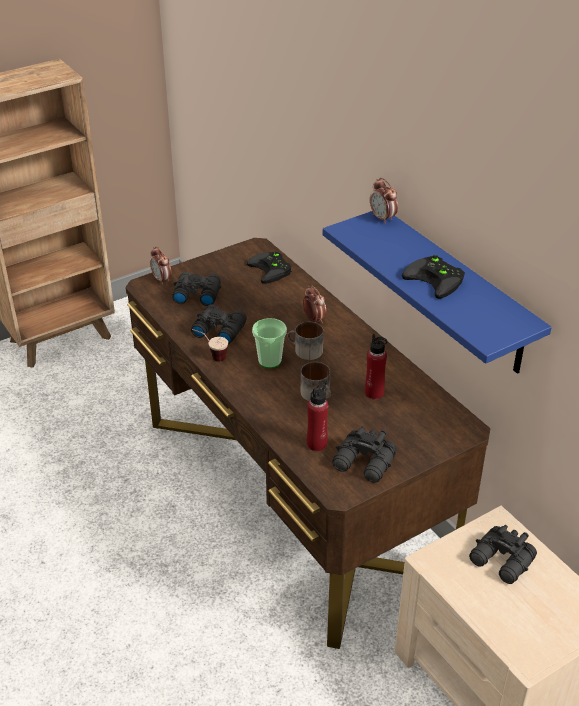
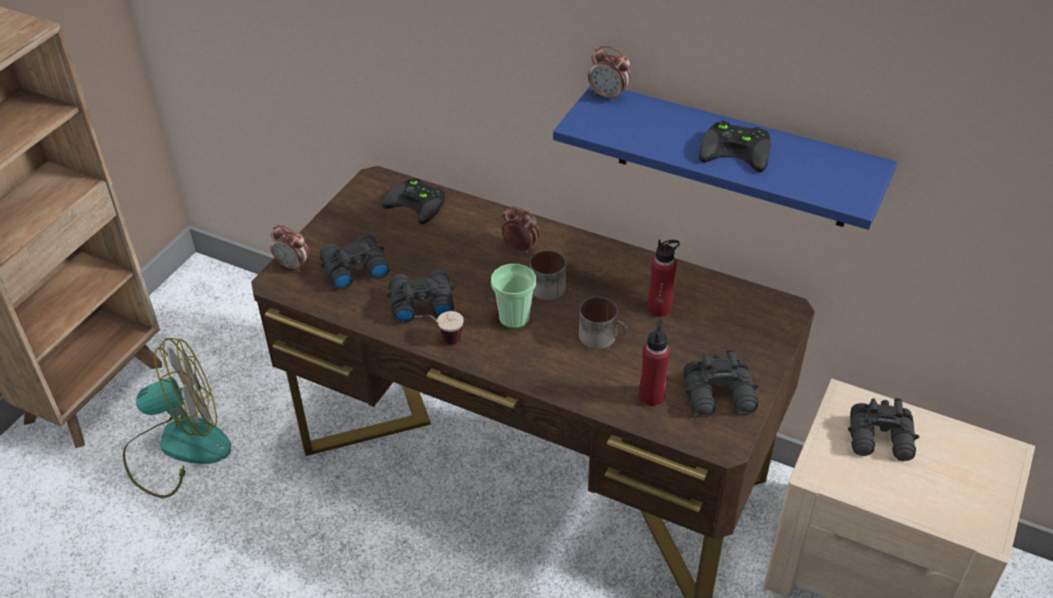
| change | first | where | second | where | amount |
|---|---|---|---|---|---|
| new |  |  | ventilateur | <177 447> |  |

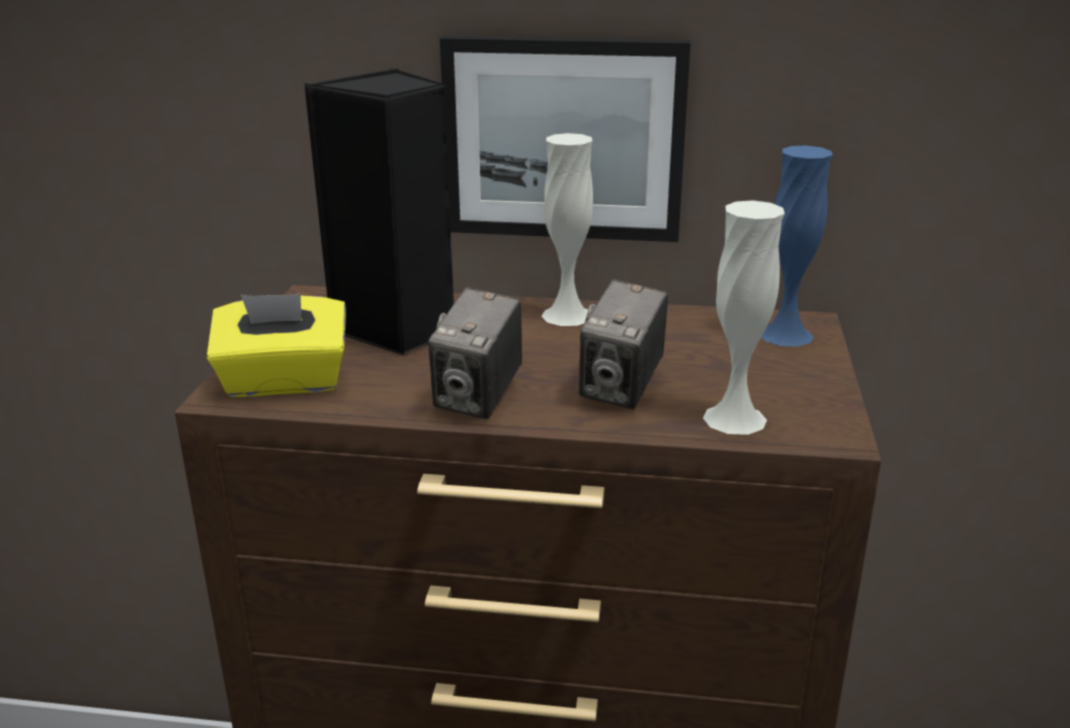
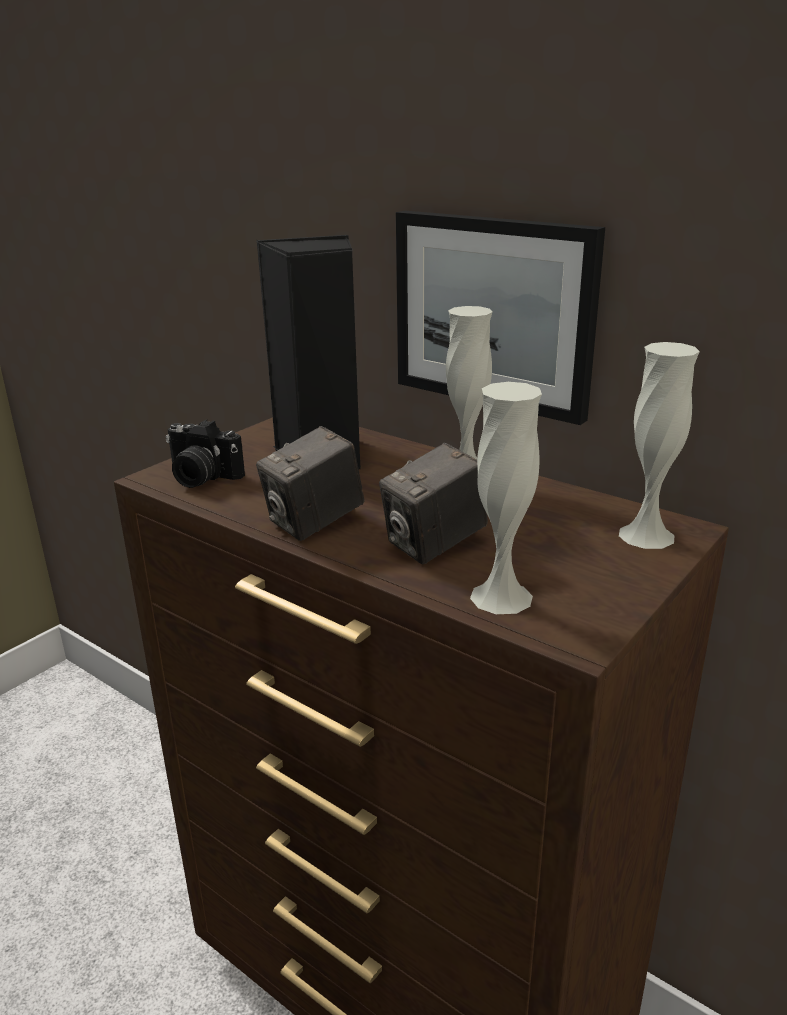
| change | first | where | second | where | amount |
|---|---|---|---|---|---|
| swapped | boîte à mouchoirs [jaune] | <284 382> | appareil photo | <200 477> |  |
| repainted | vase [bleu] | <785 335> | vase [blanc] | <646 535> |  |

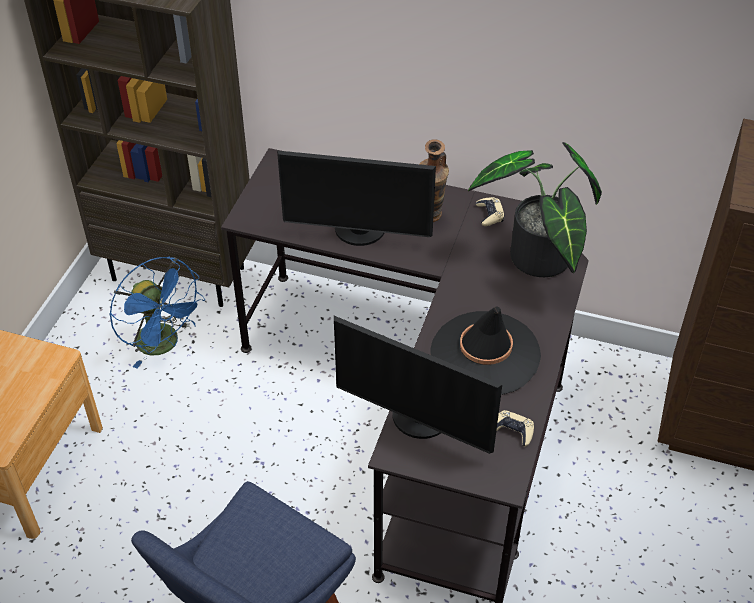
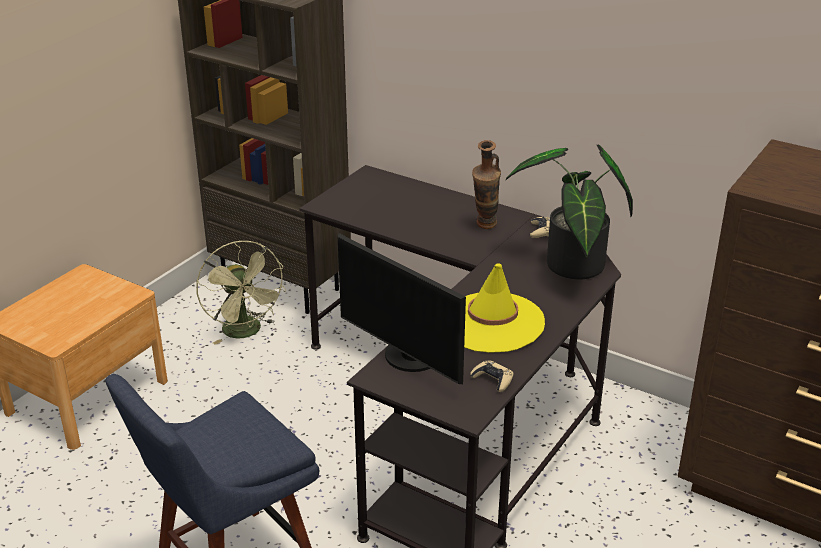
| change | first | where | second | where | amount |
|---|---|---|---|---|---|
| repainted | ventilateur [bleu] | <164 345> | ventilateur [vert] | <246 332> |  |
| repainted | chapeau [noir] | <485 354> | chapeau [jaune] | <492 323> |  |
| gone | écran d'ordinateur | <359 232> |  |  |  |

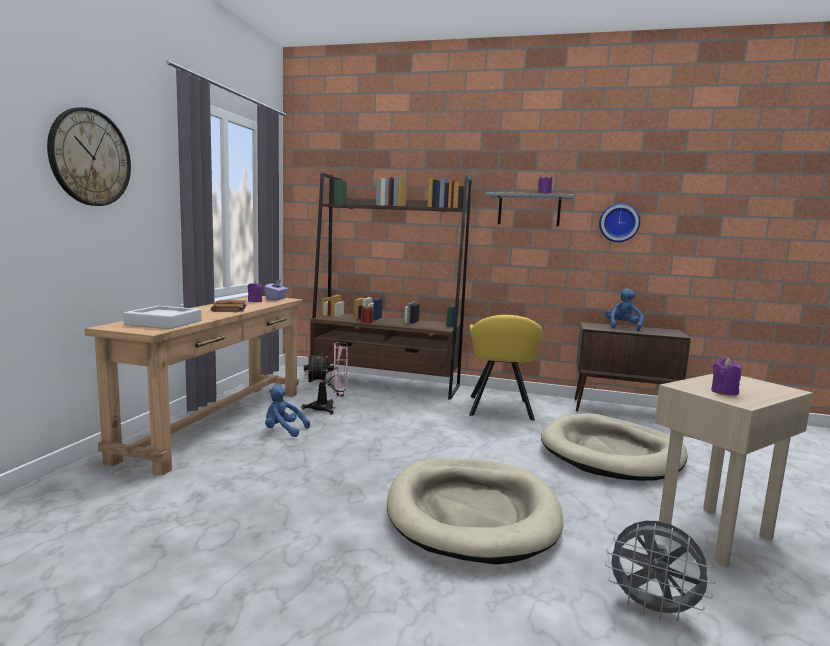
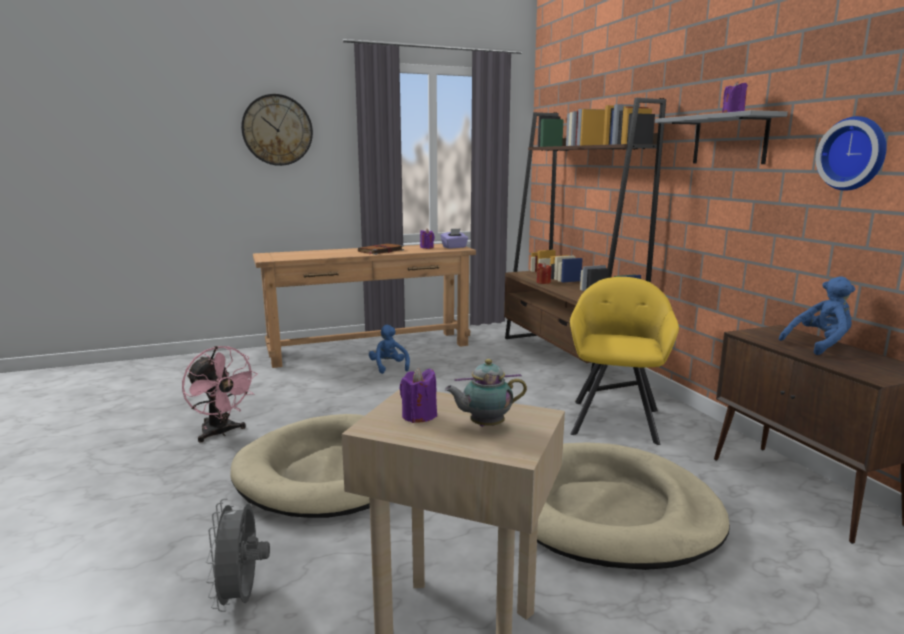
| change | first | where | second | where | amount |
|---|---|---|---|---|---|
| shifted | ventilateur [rose] | <328 408> |  | <221 433> |  |
| new |  |  | théière | <484 425> |  |
| rotated | fauteuil [jaune] | <499 409> |  | <616 419> | 135 degrees clockwise |
| gone | plateau [gris] | <164 323> |  |  |  |

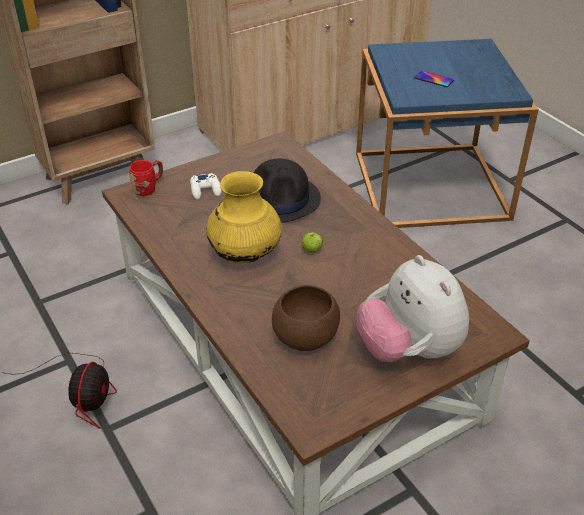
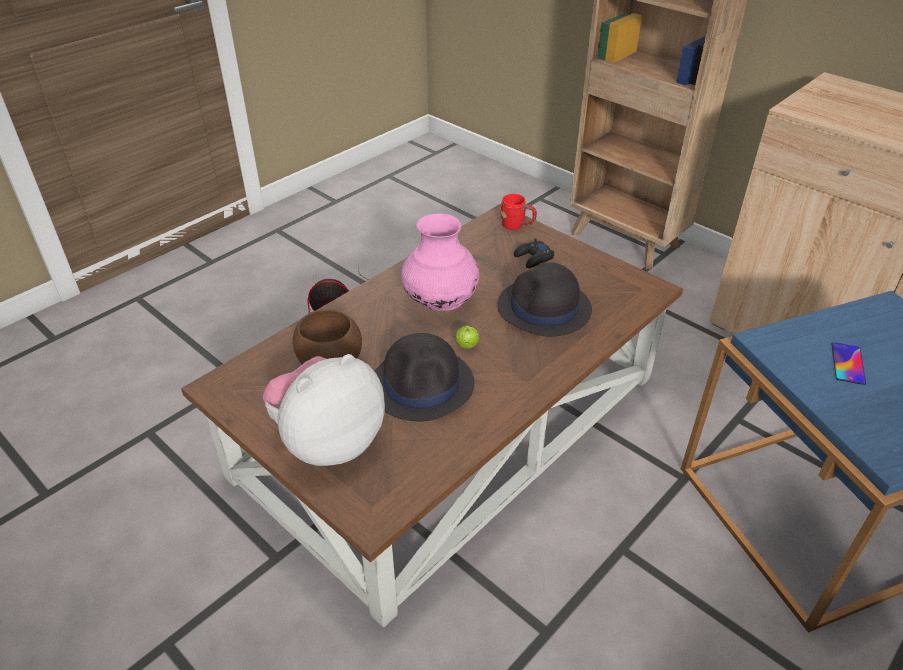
| change | first | where | second | where | amount |
|---|---|---|---|---|---|
| new |  |  | chapeau [noir] | <422 385> |  |
| repainted | vase [jaune] | <245 255> | vase [rose] | <440 303> |  |
| repainted | manette [blanc] | <206 190> | manette [noir] | <533 258> |  |

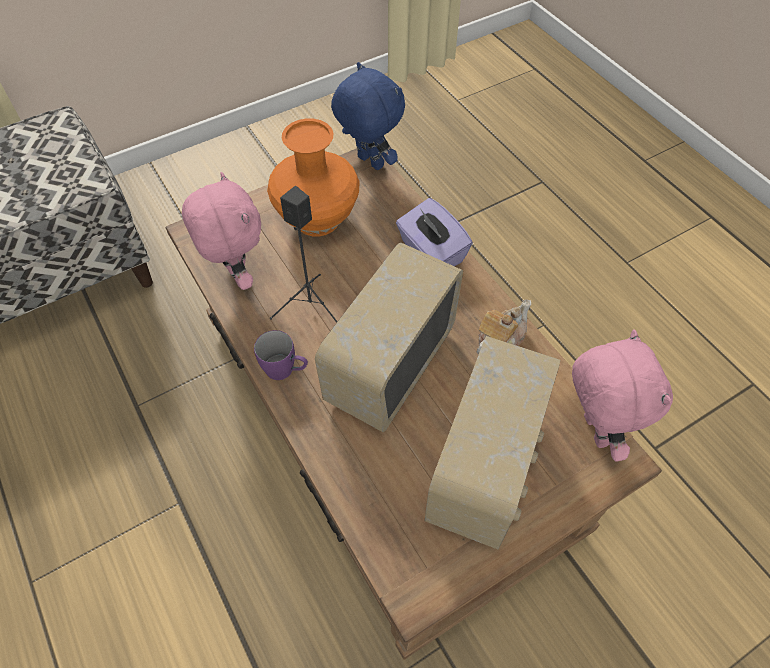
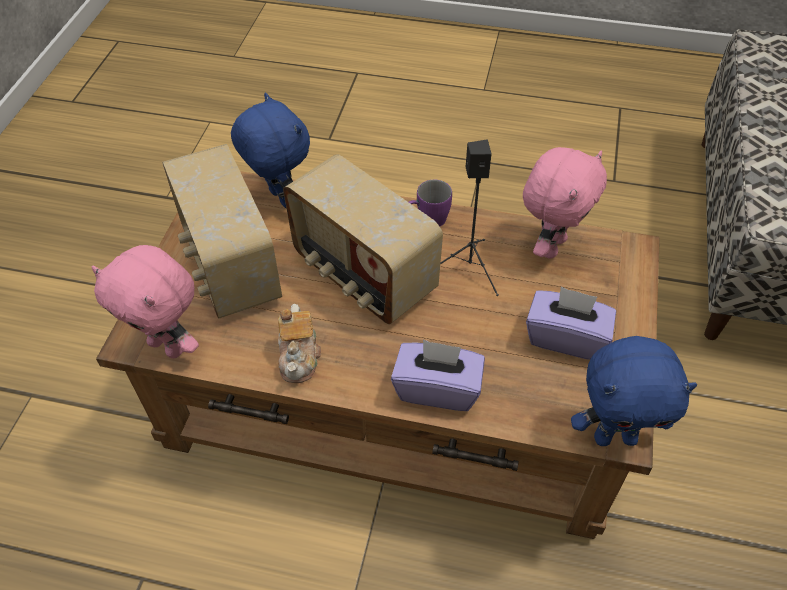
| change | first | where | second | where | amount |
|---|---|---|---|---|---|
| new |  |  | peluche [bleu] | <279 198> |  |
| rotated | radio | <389 365> |  | <363 275> | 150 degrees clockwise |
| rotated | peluche [rose] | <236 276> |  | <551 246> | 75 degrees counterclockwise |
| swapped | vase [orange] | <318 220> | boîte à mouchoirs [violet] | <566 337> |  |

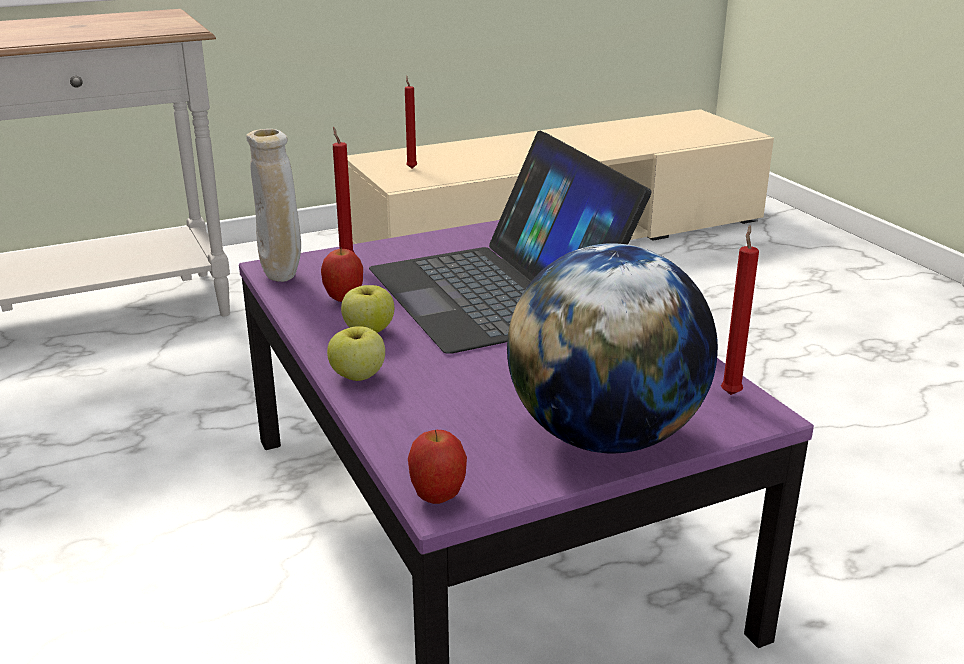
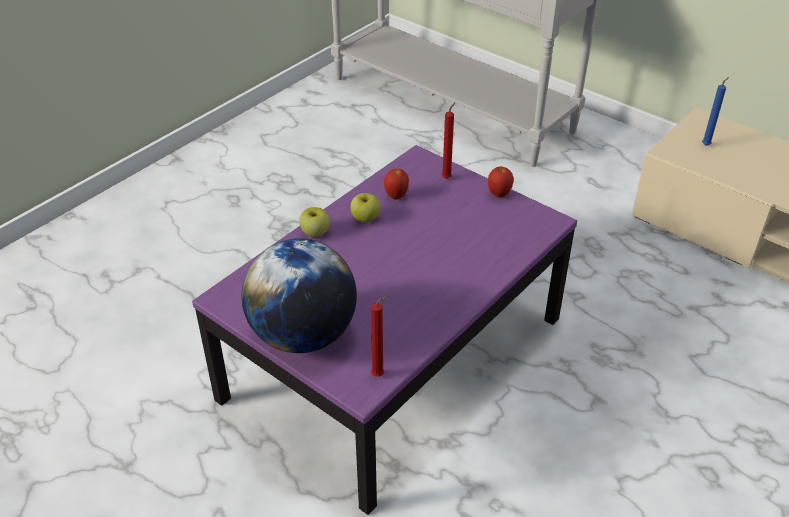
| change | first | where | second | where | amount |
|---|---|---|---|---|---|
| shifted | pomme | <438 498> |  | <499 194> |  |
| repainted | bougie [rouge] | <411 168> | bougie [bleu] | <706 145> |  |
| gone | vase [beige] | <282 277> |  |  |  |
| gone | ordinateur portable | <498 291> |  |  |  |

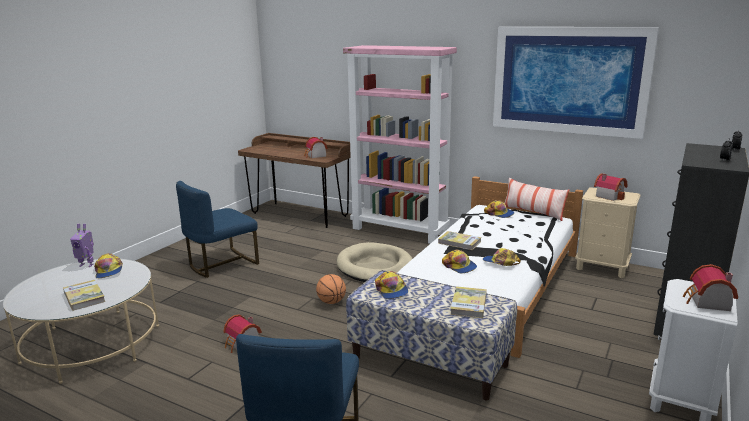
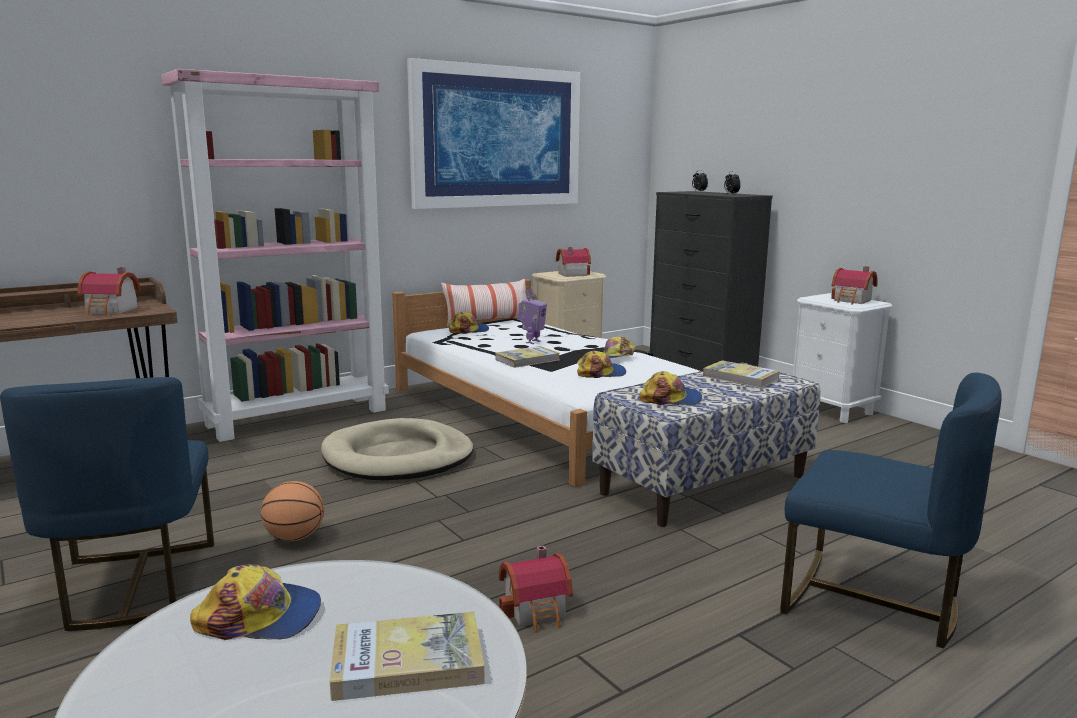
| change | first | where | second | where | amount |
|---|---|---|---|---|---|
| shifted | ballon de basket | <331 302> |  | <294 538> |  |
| shifted | robot jouet | <87 265> |  | <532 342> |  |

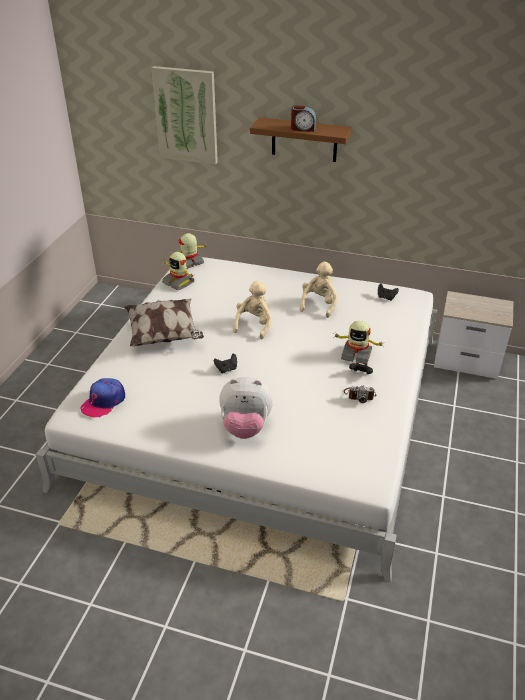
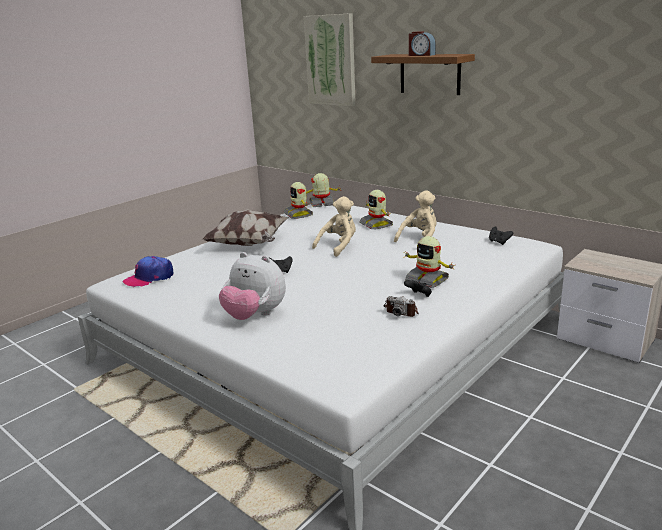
| change | first | where | second | where | amount |
|---|---|---|---|---|---|
| new |  |  | robot jouet | <376 224> |  |

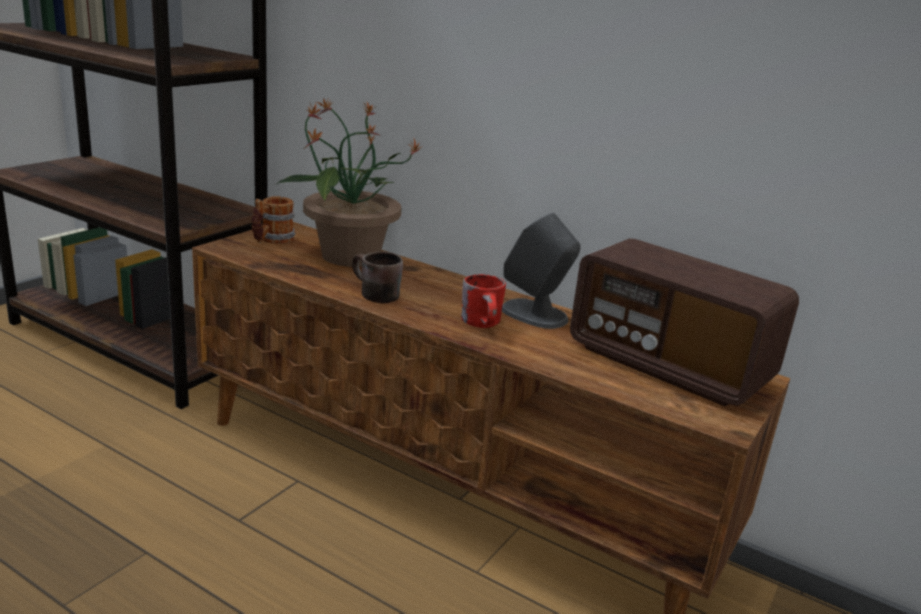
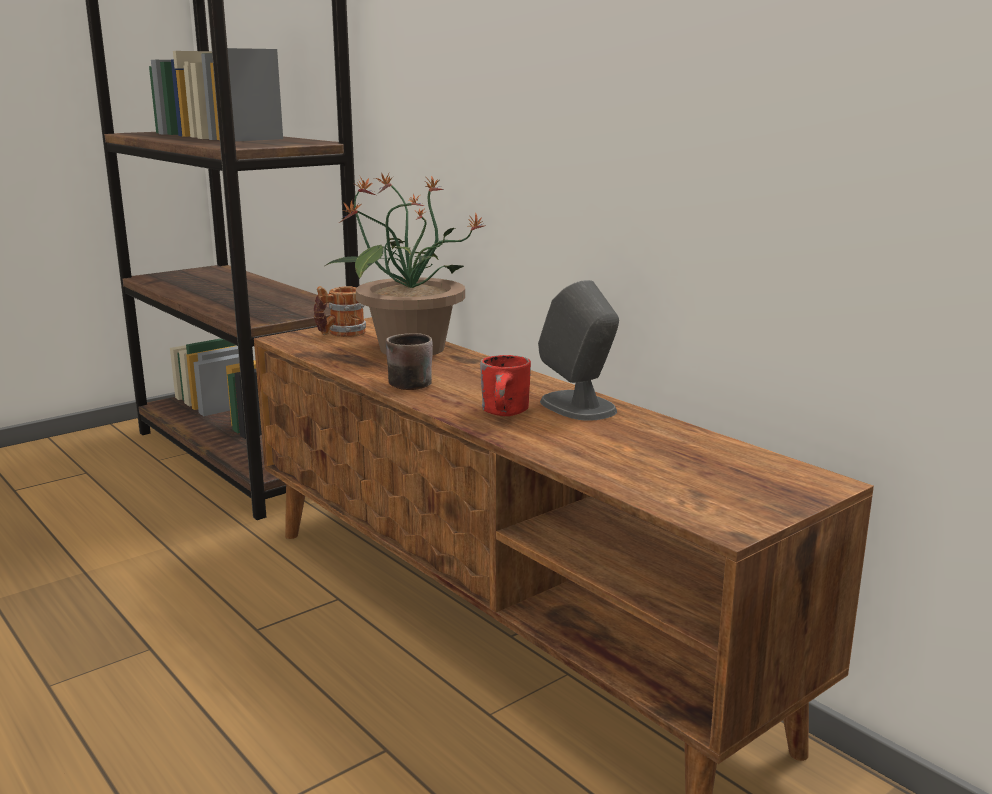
| change | first | where | second | where | amount |
|---|---|---|---|---|---|
| gone | radio | <668 365> |  |  |  |

